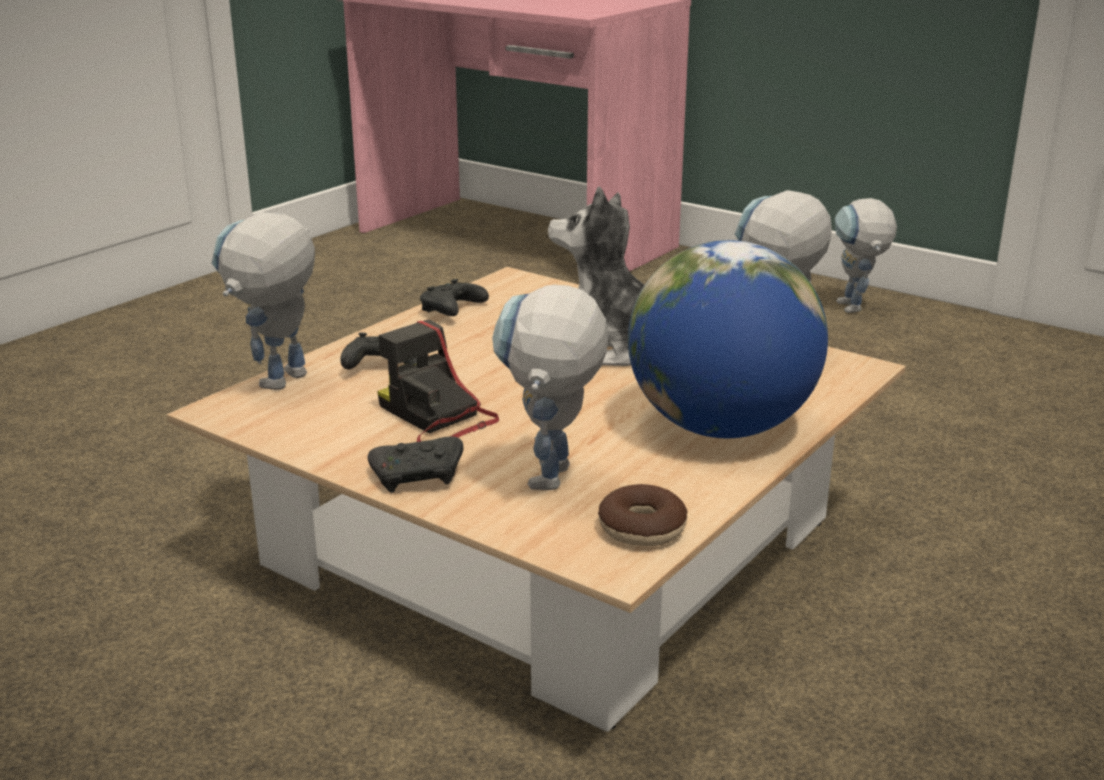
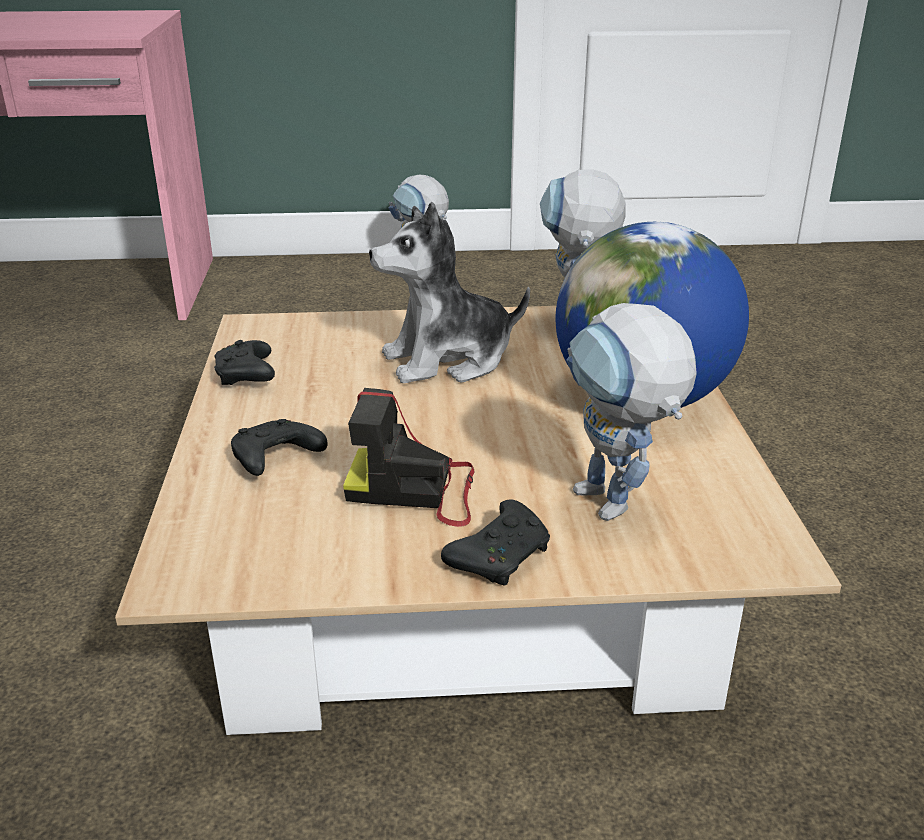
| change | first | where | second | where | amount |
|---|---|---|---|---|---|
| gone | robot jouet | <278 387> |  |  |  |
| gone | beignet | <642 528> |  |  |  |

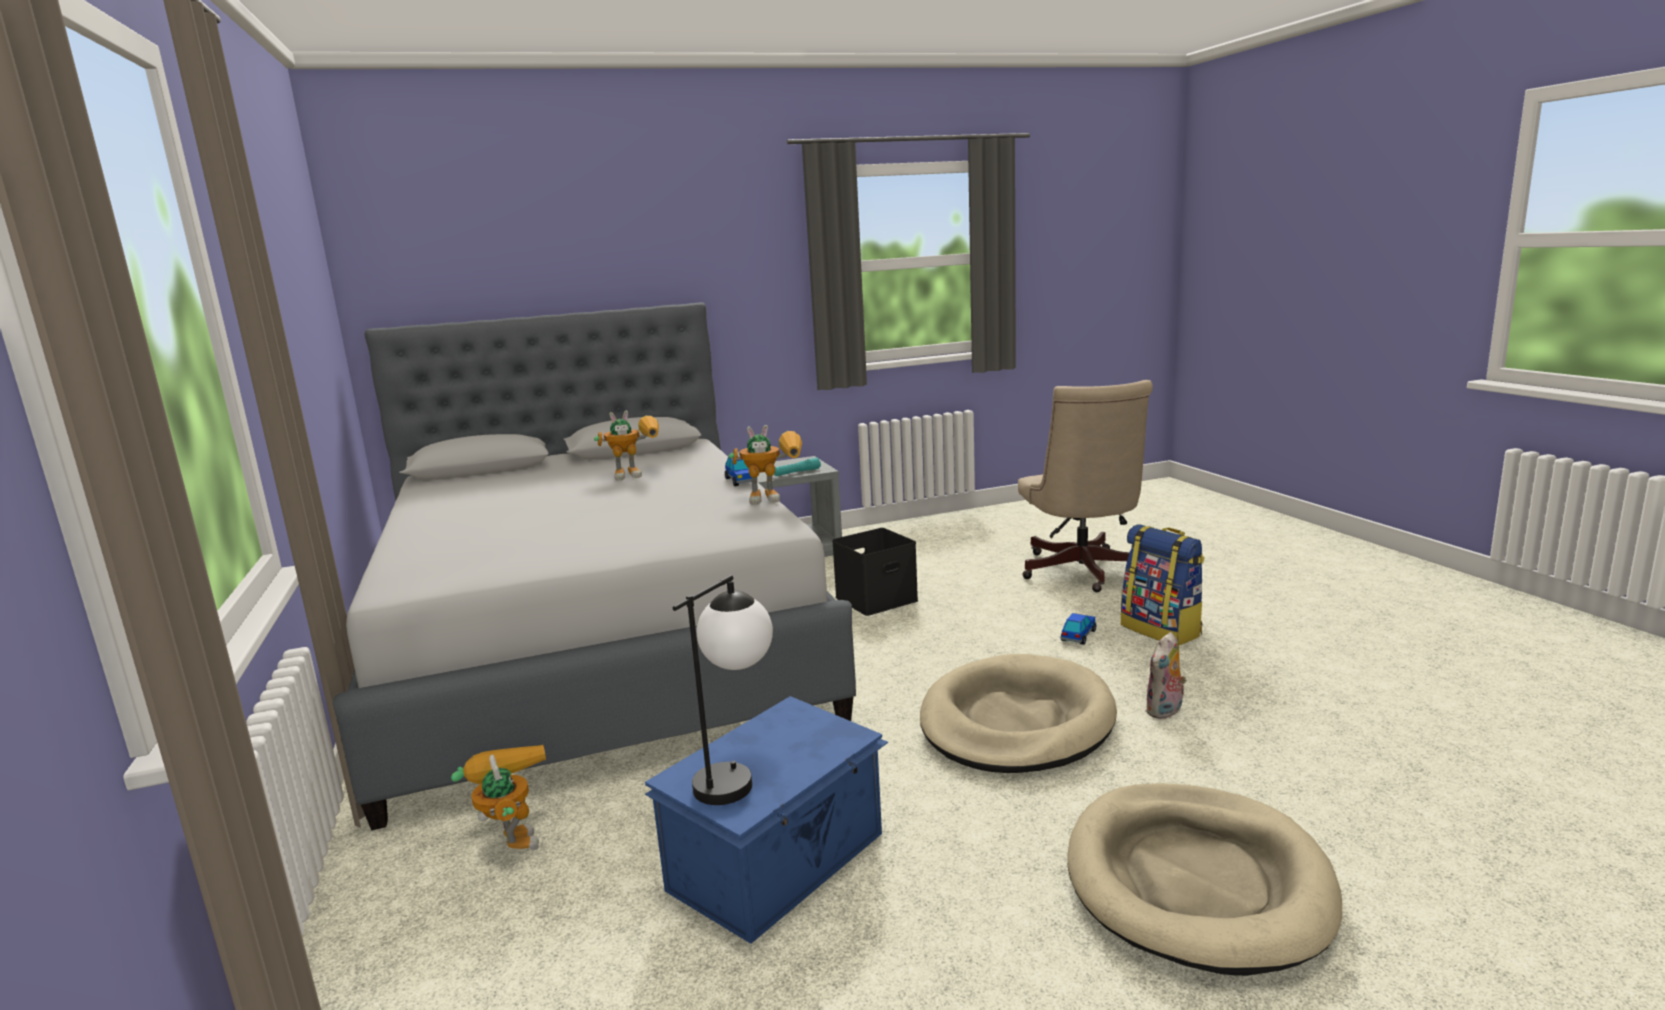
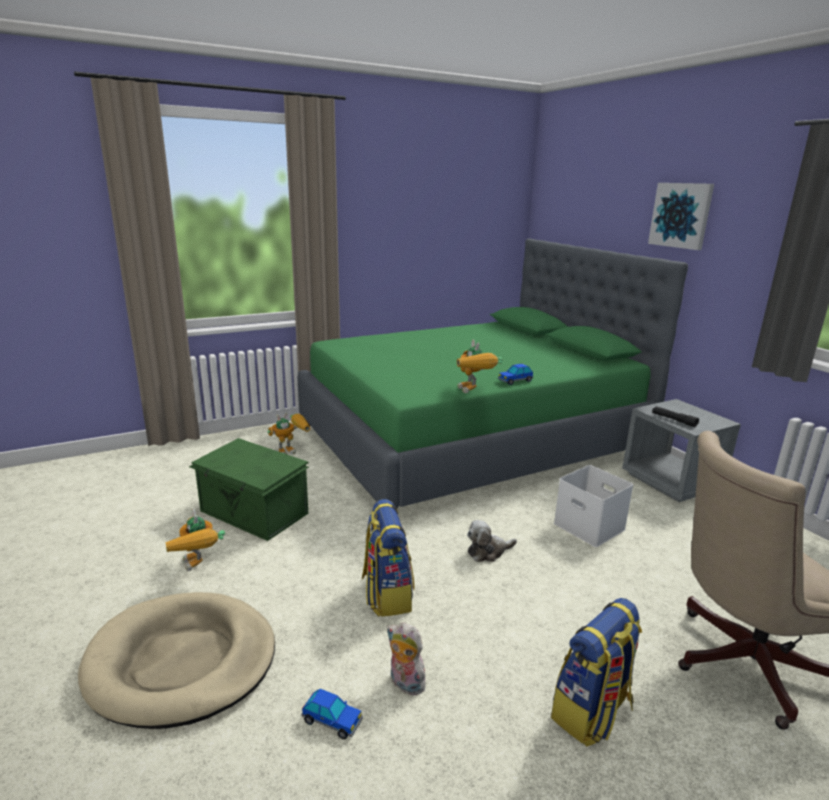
| change | first | where | second | where | amount |
|---|---|---|---|---|---|
| shifted | robot jouet | <638 474> |  | <199 567> |  |
| repainted | boîte de rangement [bleu] | <780 862> | boîte de rangement [vert] | <253 513> |  |
| repainted | lit [gris] | <599 649> | lit [vert] | <470 439> |  |
| shifted | petite voiture | <1078 636> |  | <332 721> |  |
| swapped | panier pour chien [beige] | <1016 722> | sac à dos | <386 594> |  |
| new |  |  | peluche | <488 552> |  |
| repainted | boîte de rangement [noir] | <876 598> | boîte de rangement [blanc] | <591 526> |  |
| new |  |  | tableau | <681 215> |  |
| repainted | lampe de poche [turquoise] | <796 473> | lampe de poche [noir] | <674 420> |  |
| gone | lampe de table | <737 775> |  |  |  |

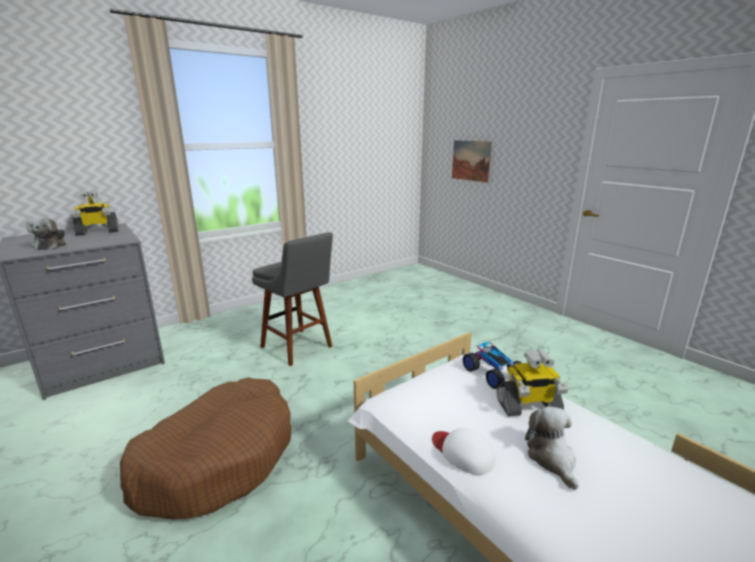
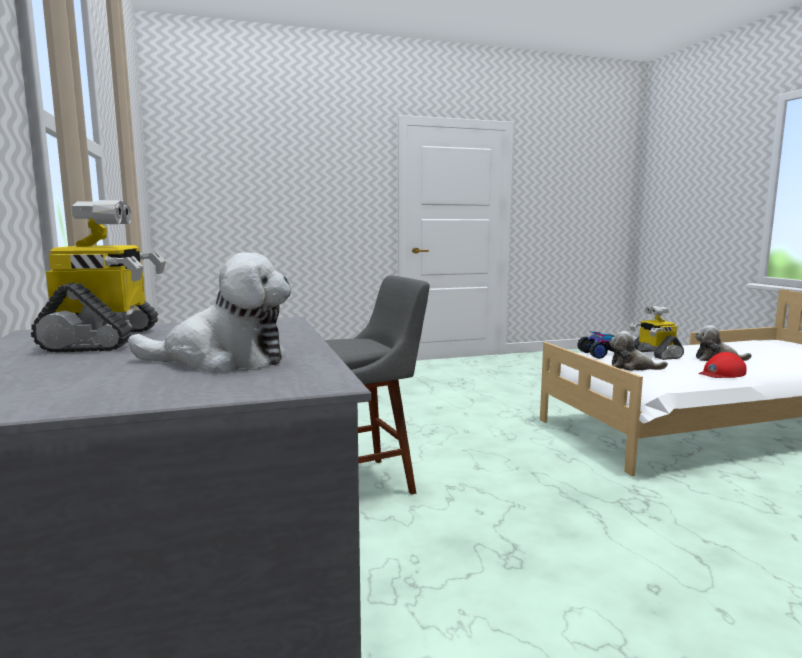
| change | first | where | second | where | amount |
|---|---|---|---|---|---|
| new |  |  | peluche | <632 367> |  |
| rotated | robot jouet | <528 406> |  | <654 354> | 150 degrees clockwise |
| repainted | casquette [blanc] | <462 452> | casquette [rouge] | <721 373> |  |
| gone | panier pour chien [marron] | <218 458> |  |  |  |
| gone | tableau | <471 160> |  |  |  |

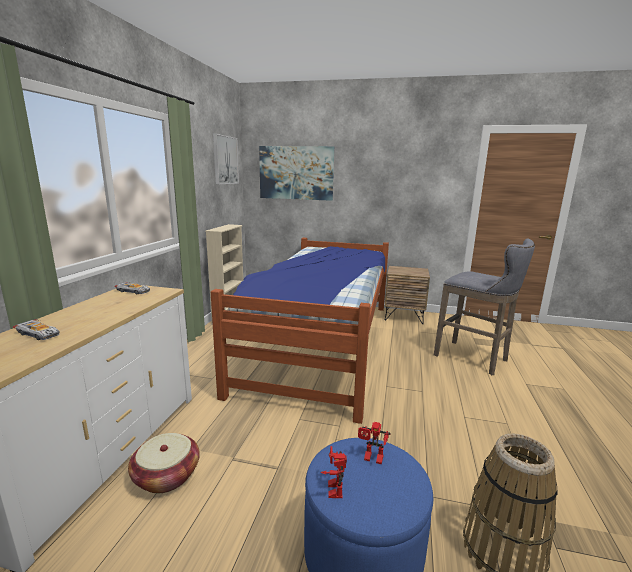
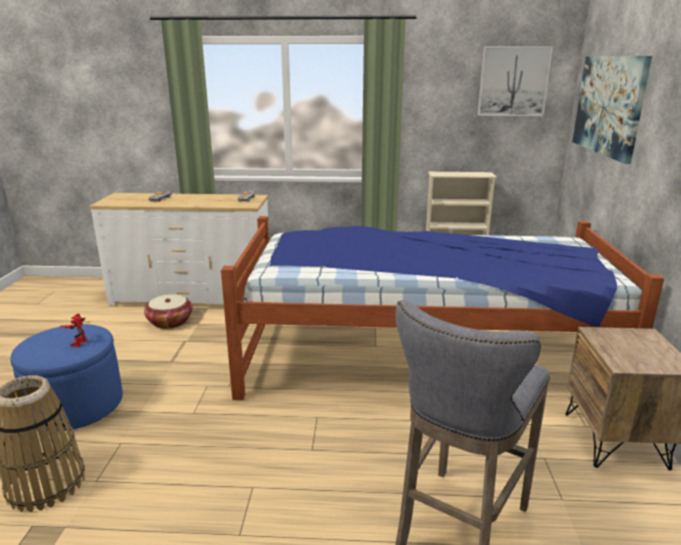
| change | first | where | second | where | amount |
|---|---|---|---|---|---|
| gone | robot jouet | <332 488> |  |  |  |

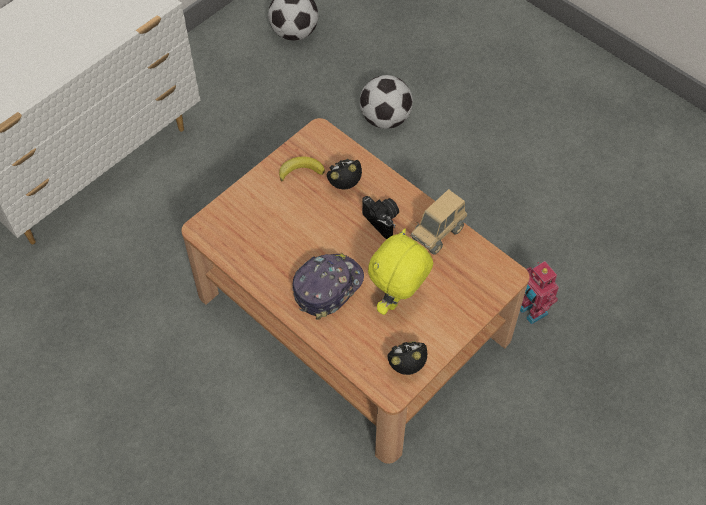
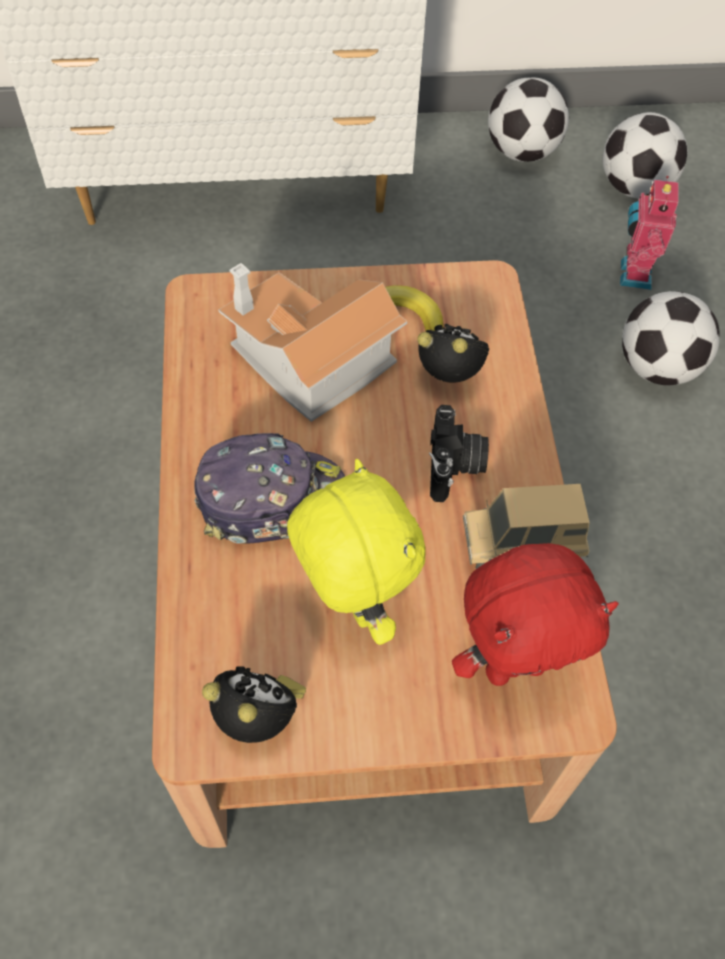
| change | first | where | second | where | amount |
|---|---|---|---|---|---|
| new |  |  | maison miniature | <307 362> |  |
| rotated | peluche [jaune] | <398 300> |  | <352 604> | 75 degrees clockwise |
| new |  |  | peluche [rouge] | <513 666> |  |
| new |  |  | ballon de foot | <521 152> |  |
| shifted | robot jouet | <530 311> |  | <632 274> |  |

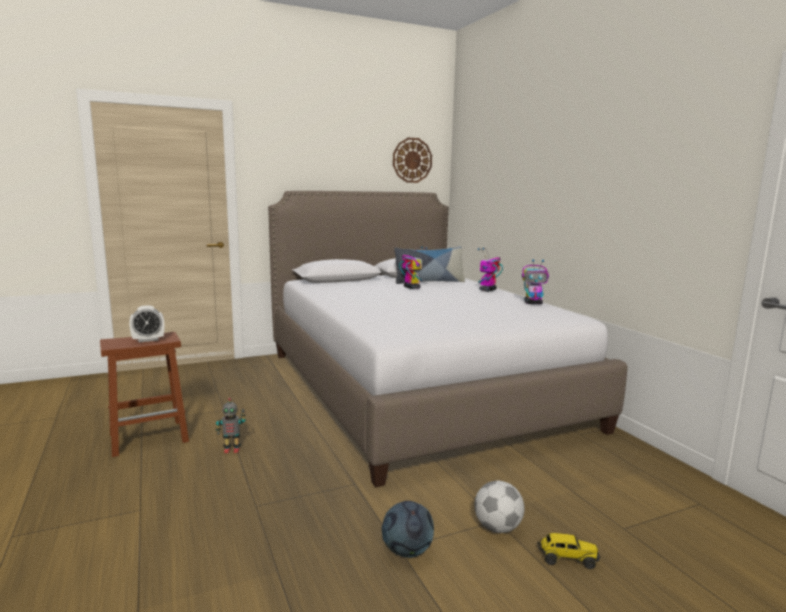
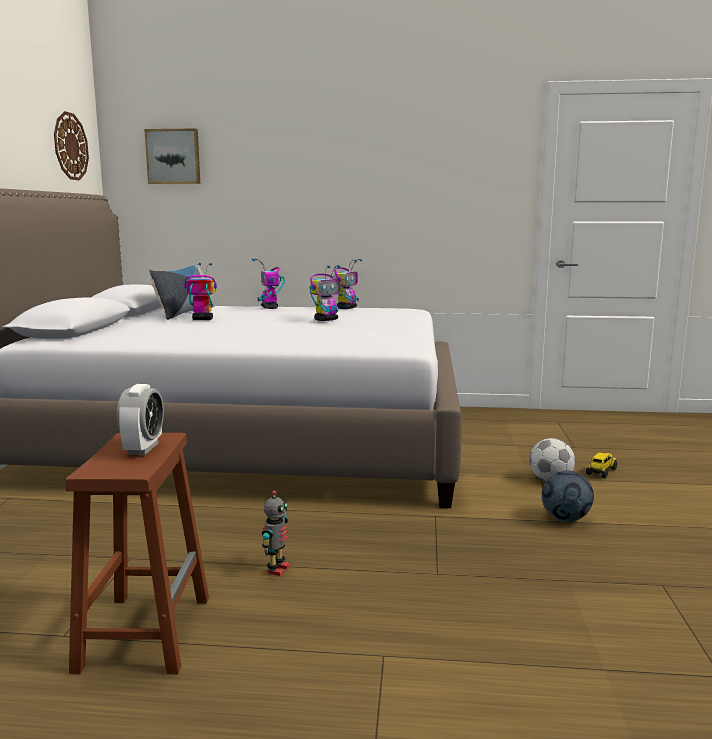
| change | first | where | second | where | amount |
|---|---|---|---|---|---|
| new |  |  | tableau | <173 156> |  |
| new |  |  | robot jouet | <326 320> |  |

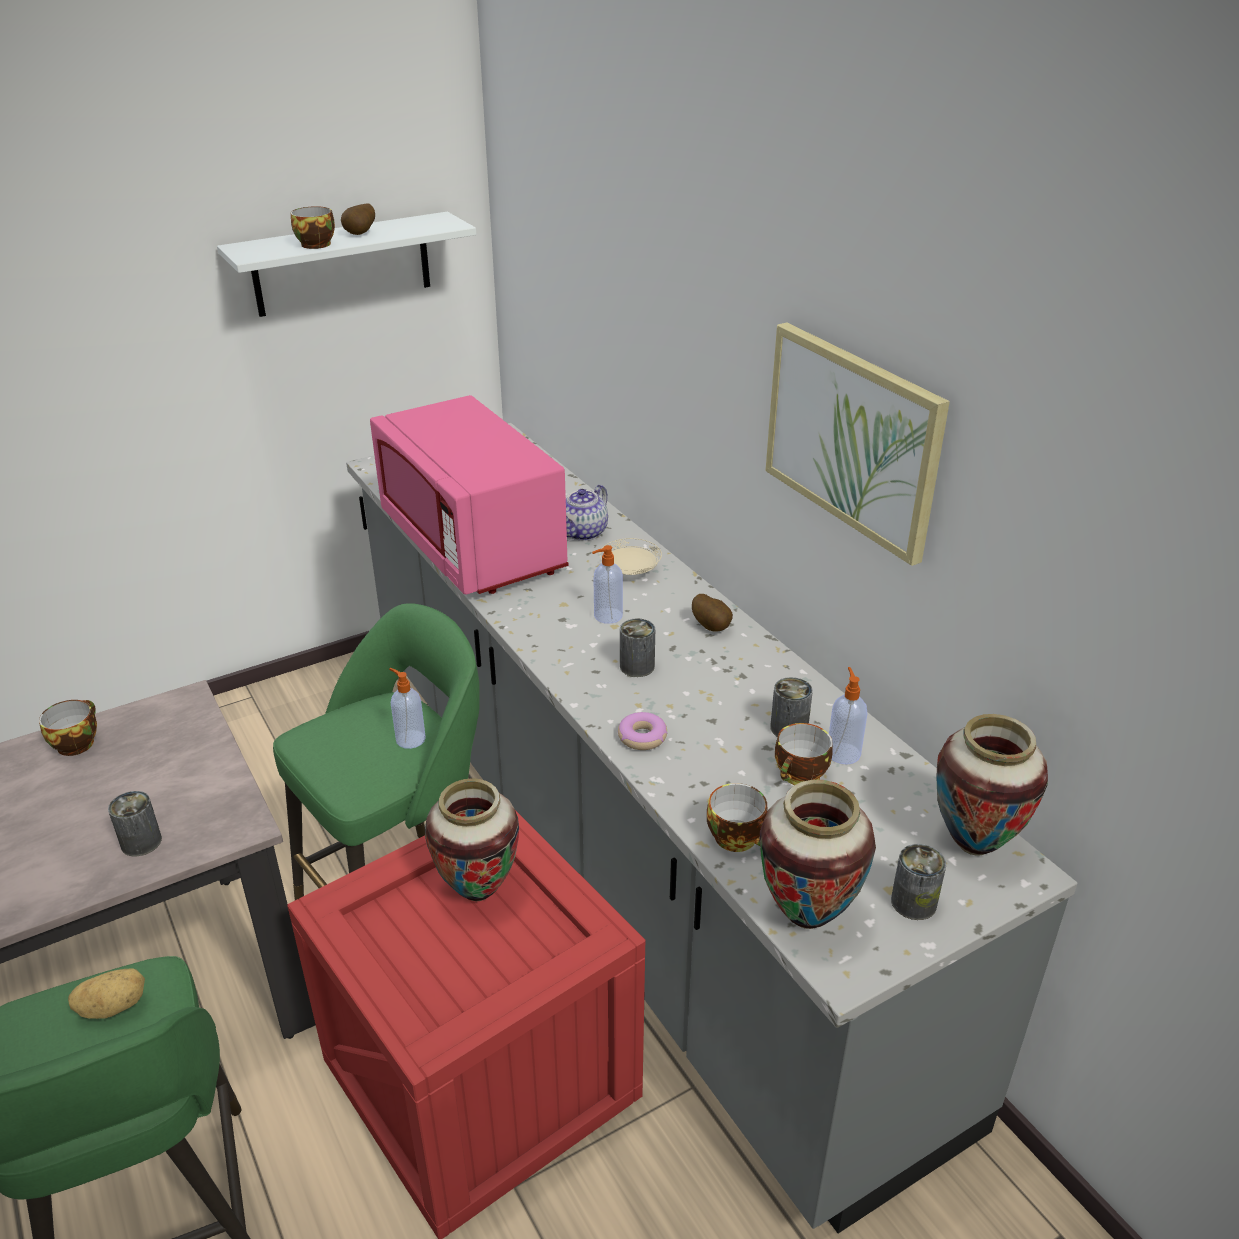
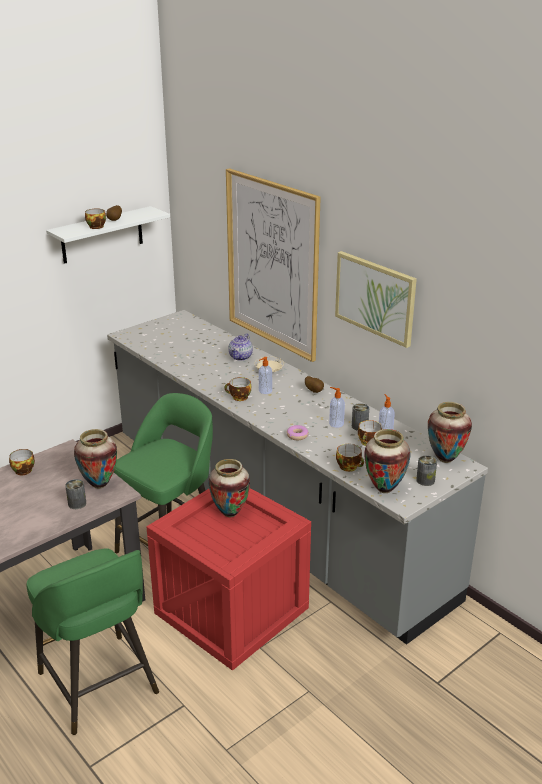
| change | first | where | second | where | amount |
|---|---|---|---|---|---|
| new |  |  | vase | <99 485> |  |
| new |  |  | tasse | <239 397> |  |
| new |  |  | tableau | <272 264> |  |
| shifted | distributeur de savon | <409 739> |  | <335 423> |  |
| gone | pomme de terre | <113 1006> |  |  |  |
| gone | micro-ondes [rose] | <472 545> |  |  |  |
| gone | boîte métallique | <637 666> |  |  |  |

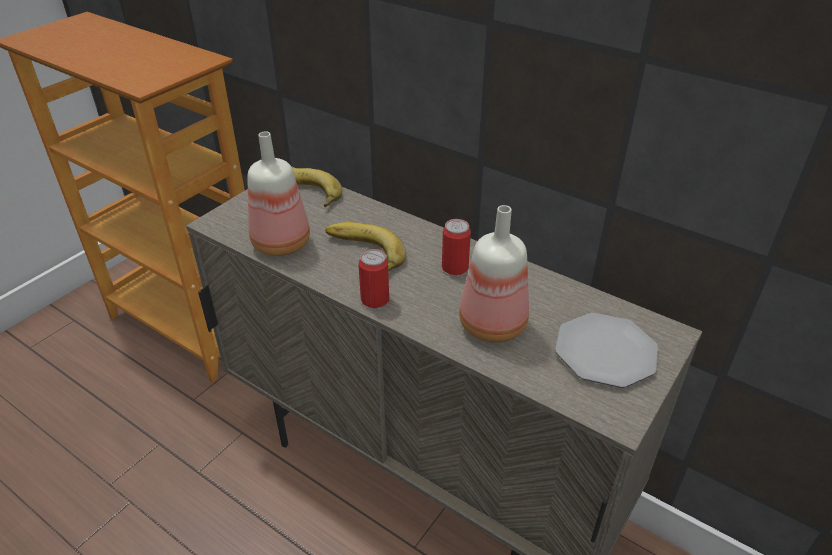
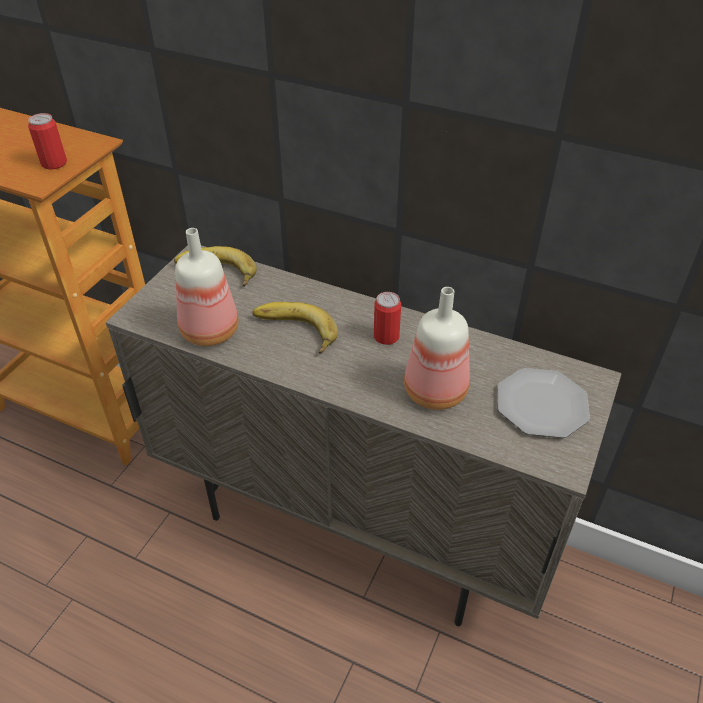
| change | first | where | second | where | amount |
|---|---|---|---|---|---|
| shifted | boîte métallique | <375 299> |  | <54 163> |  |

